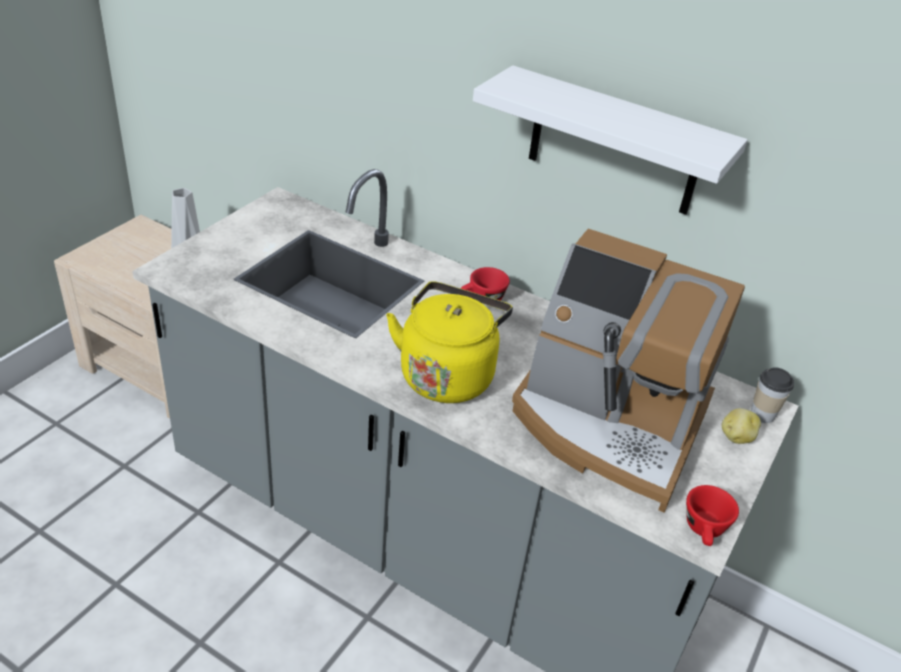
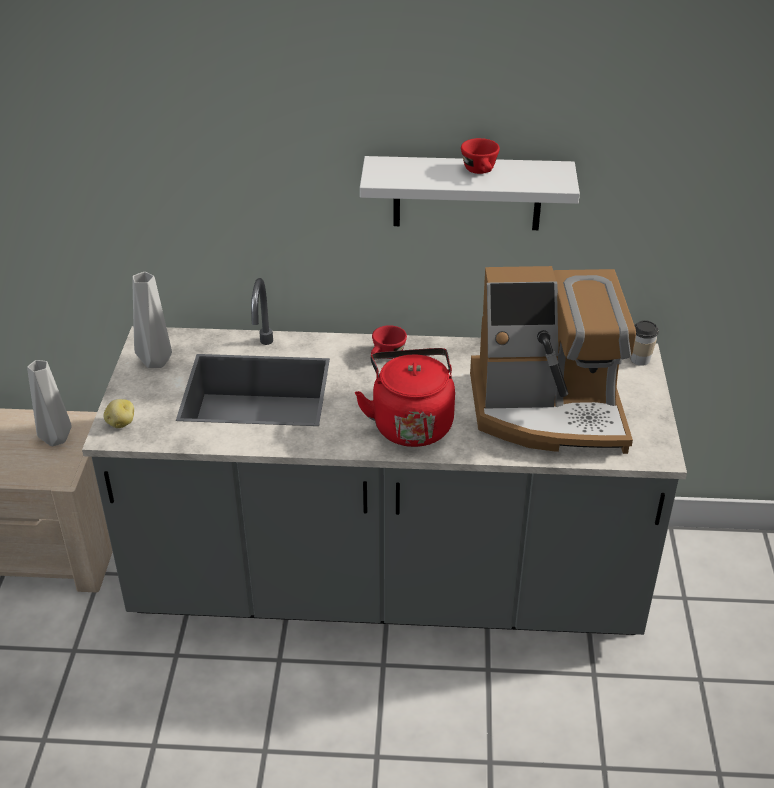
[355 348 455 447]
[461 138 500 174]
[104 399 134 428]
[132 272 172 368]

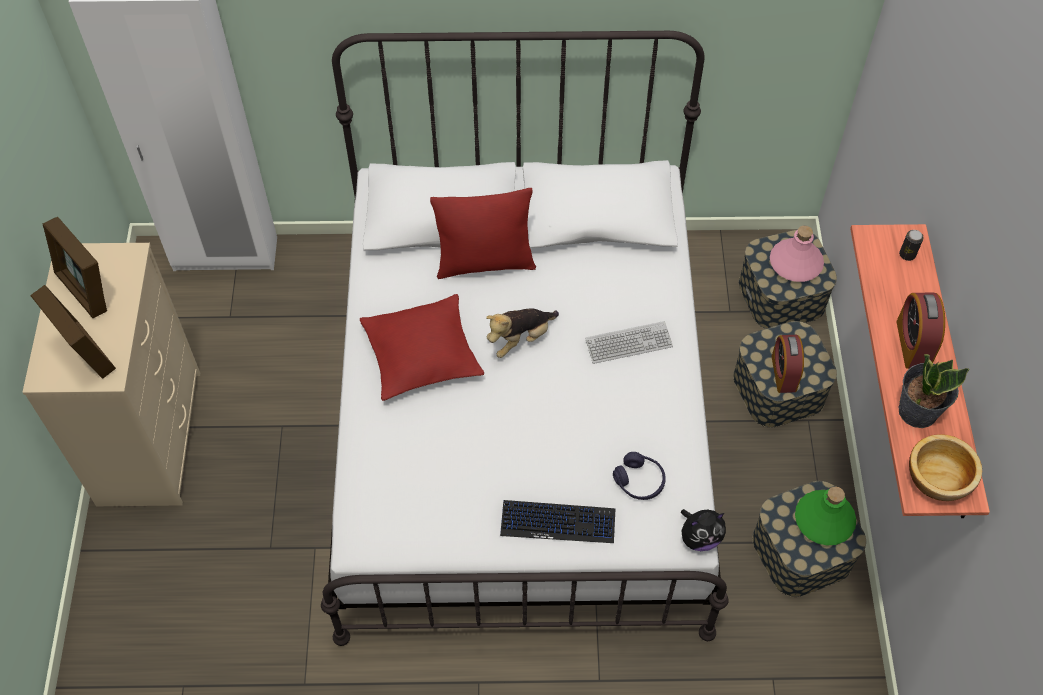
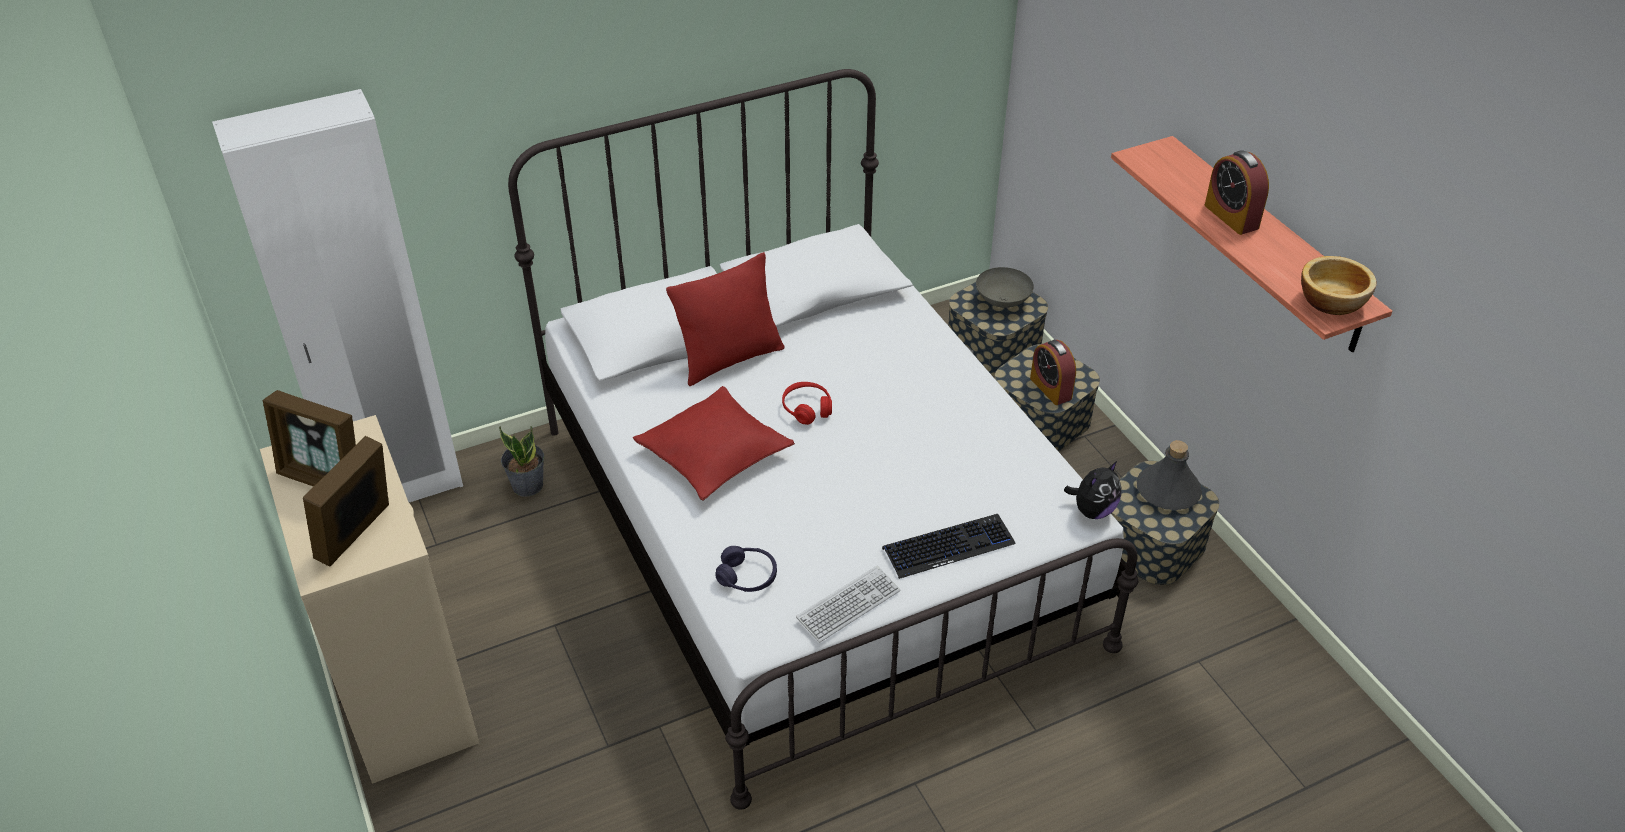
[303 436 389 566]
[782 382 832 425]
[796 566 900 643]
[715 546 777 592]
[976 267 1034 308]
[1136 440 1202 510]
[499 426 544 497]
[899 230 924 261] (first image)

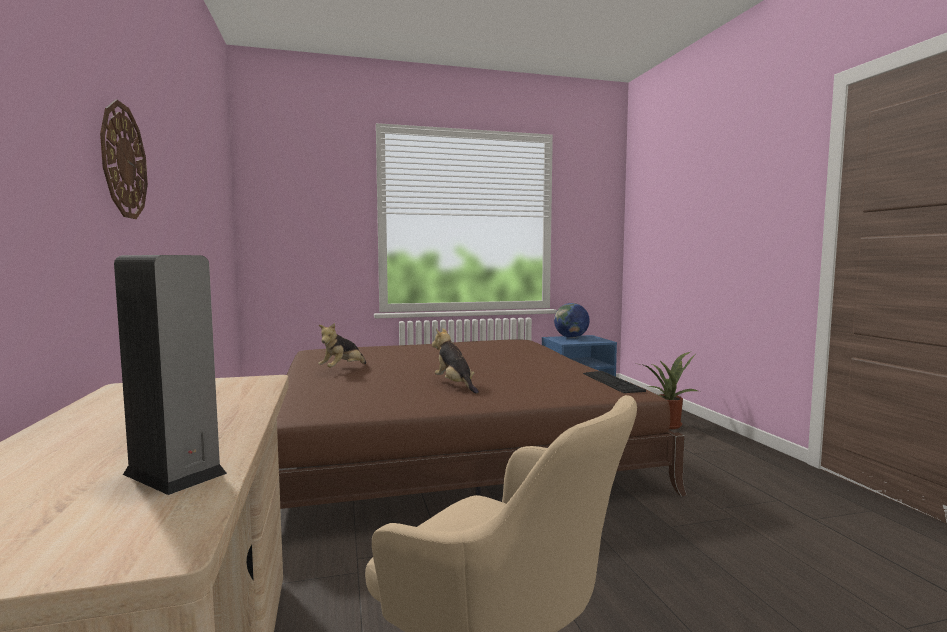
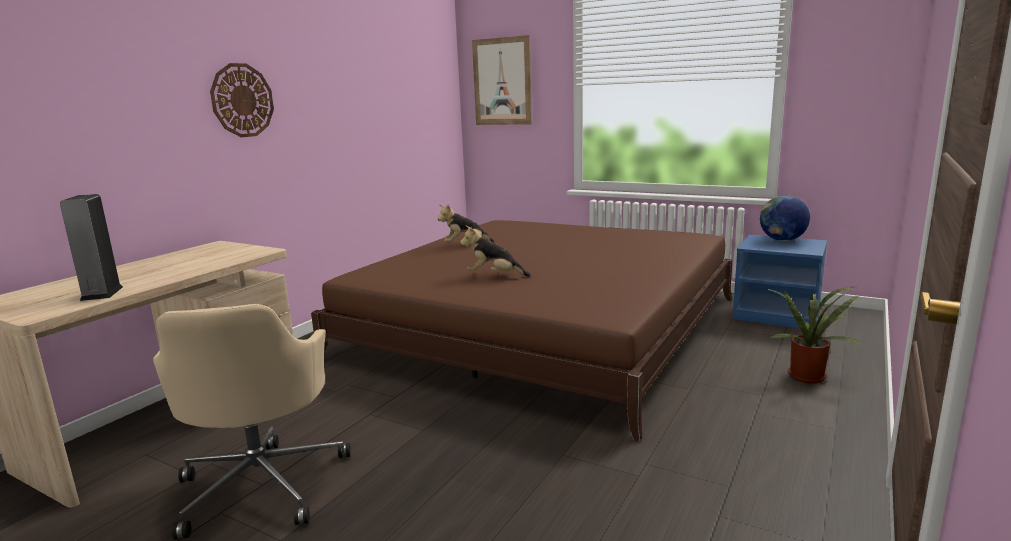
[460 226 531 277]
[583 371 646 393] (first image)
[472 35 532 125]

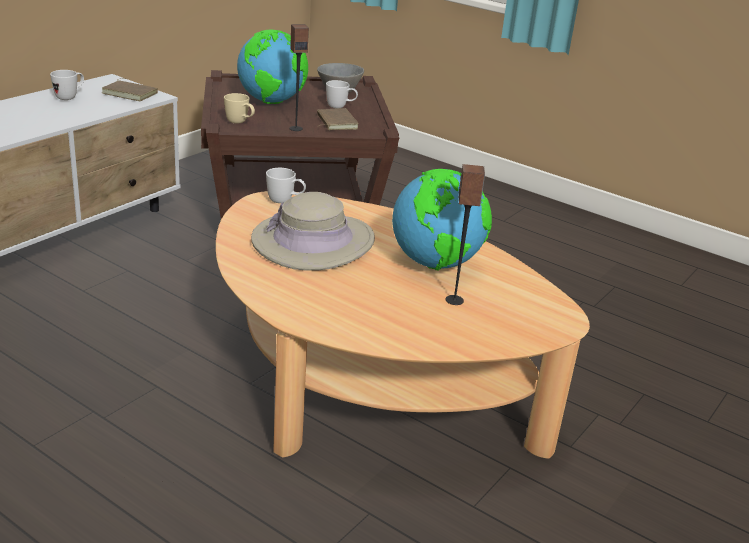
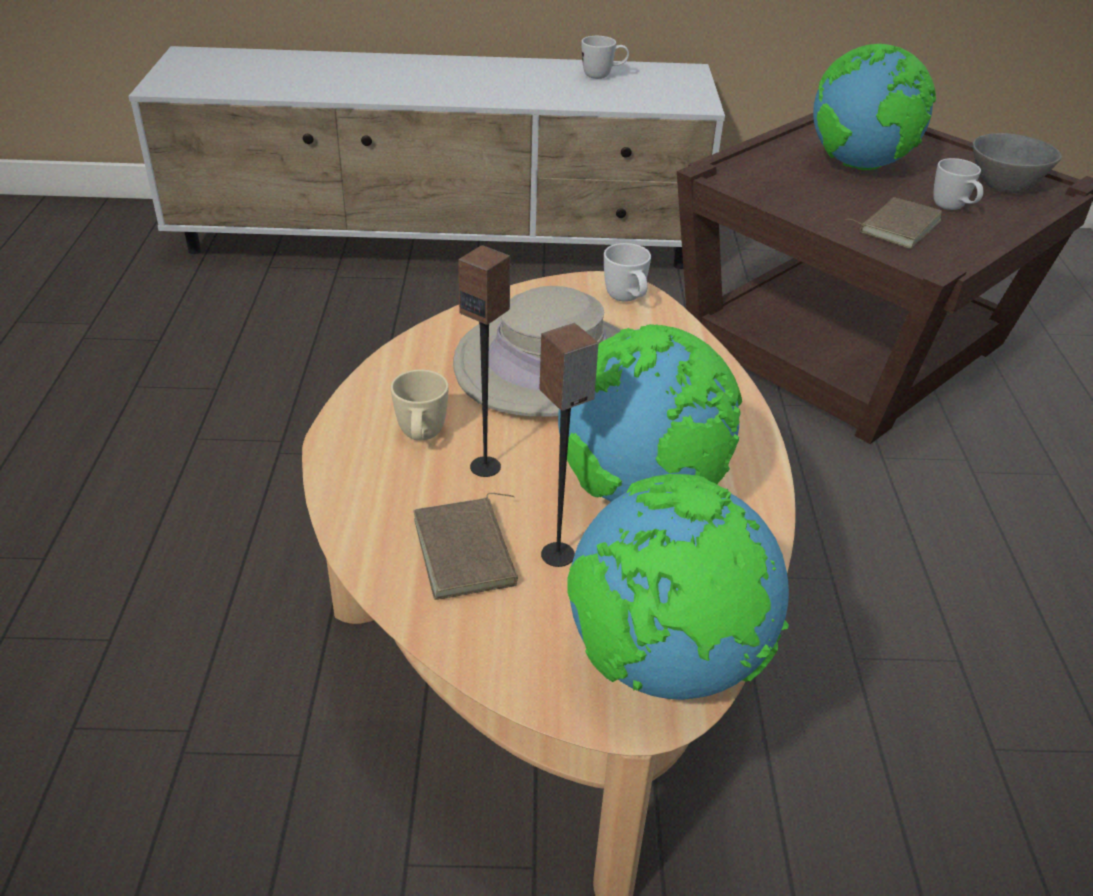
[413 493 518 600]
[391 369 449 440]
[458 245 510 477]
[567 474 789 700]

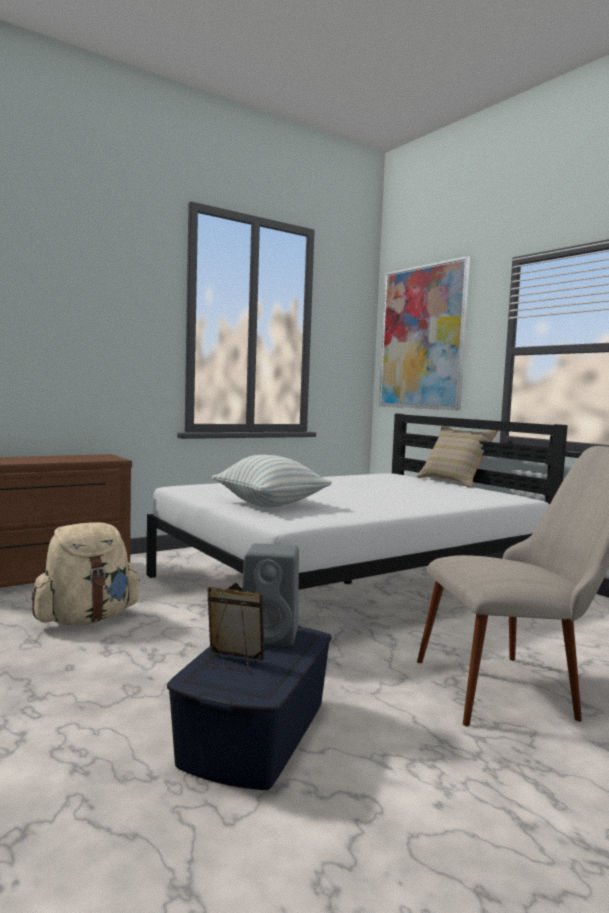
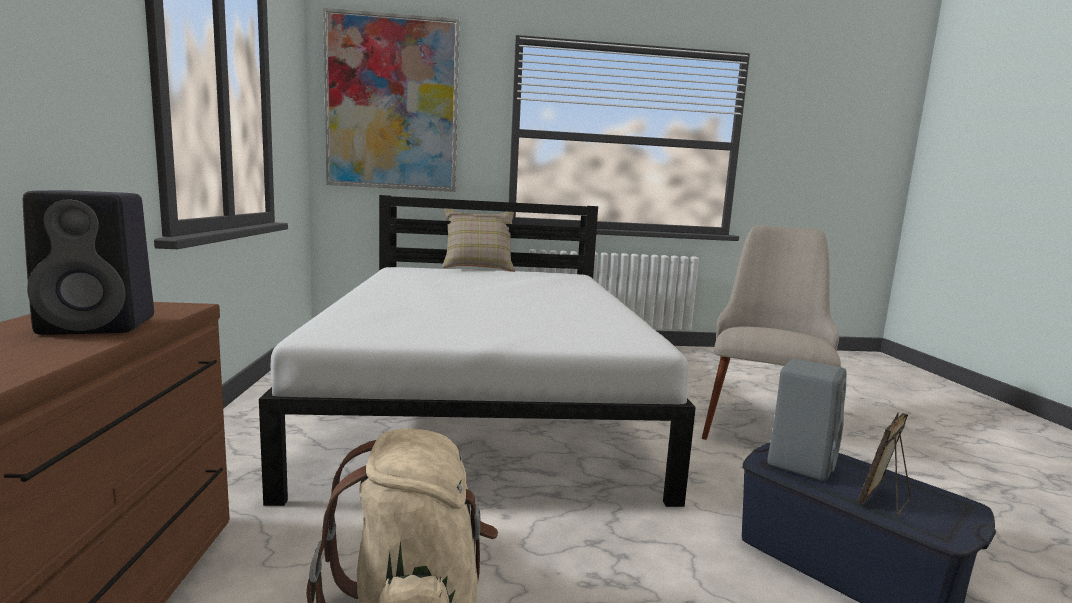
[212 455 332 507] (first image)
[23 190 154 335]

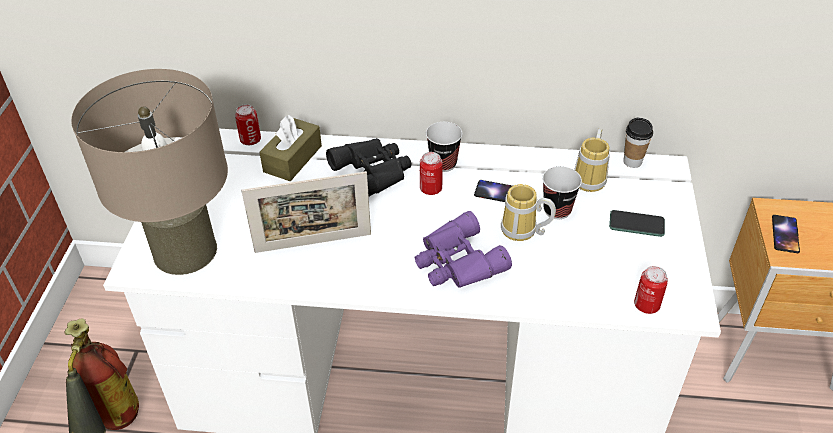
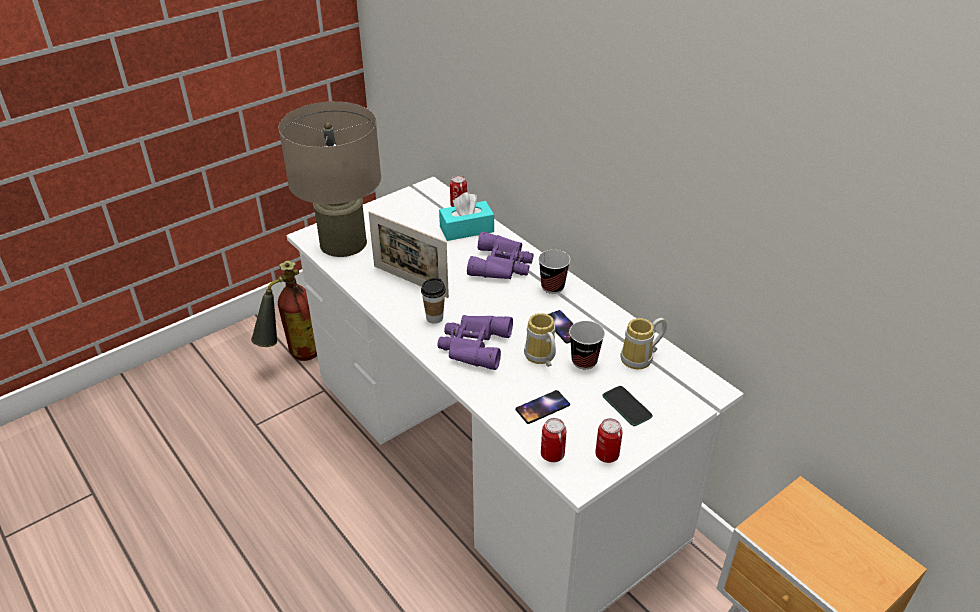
[439 192 494 241]
[467 231 534 279]
[595 418 623 463]
[421 278 446 324]
[515 390 570 424]

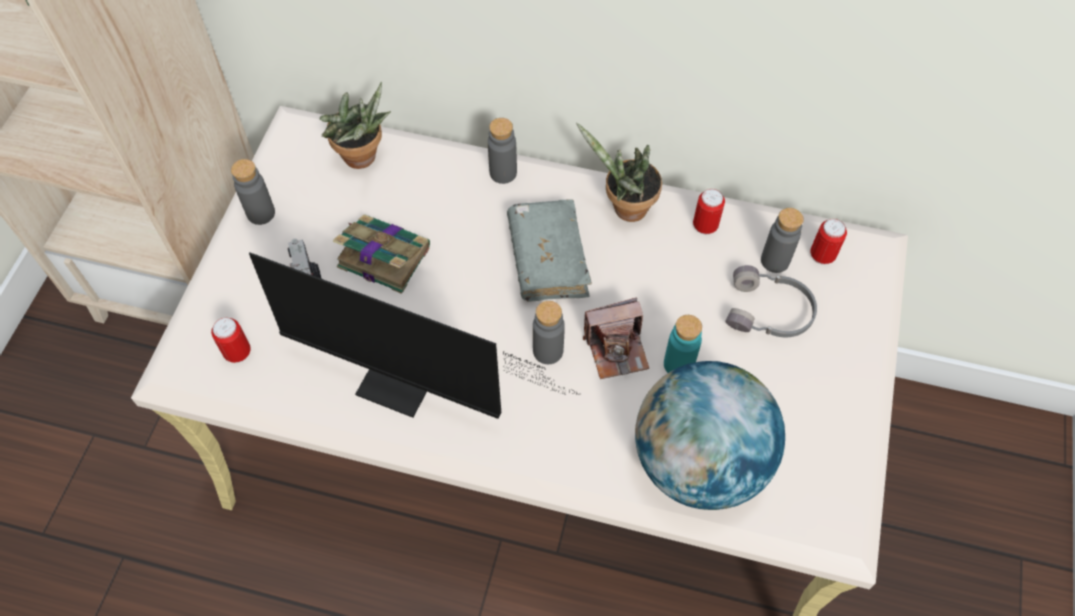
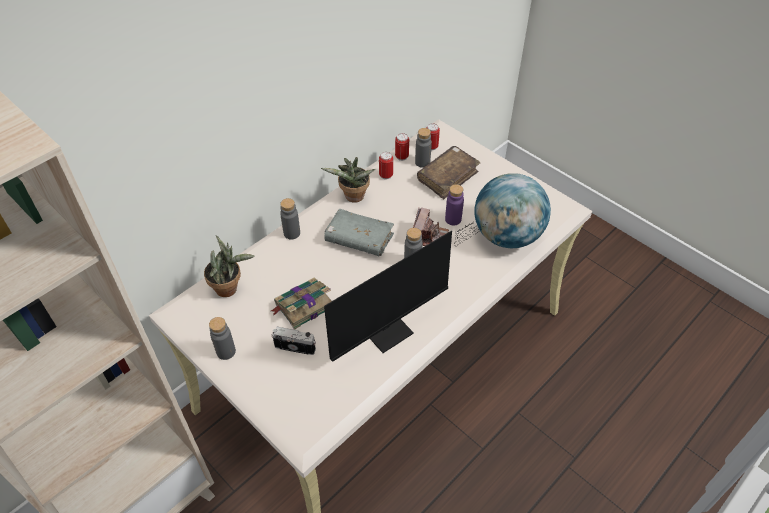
[395 133 409 161]
[445 184 464 225]
[417 146 480 199]

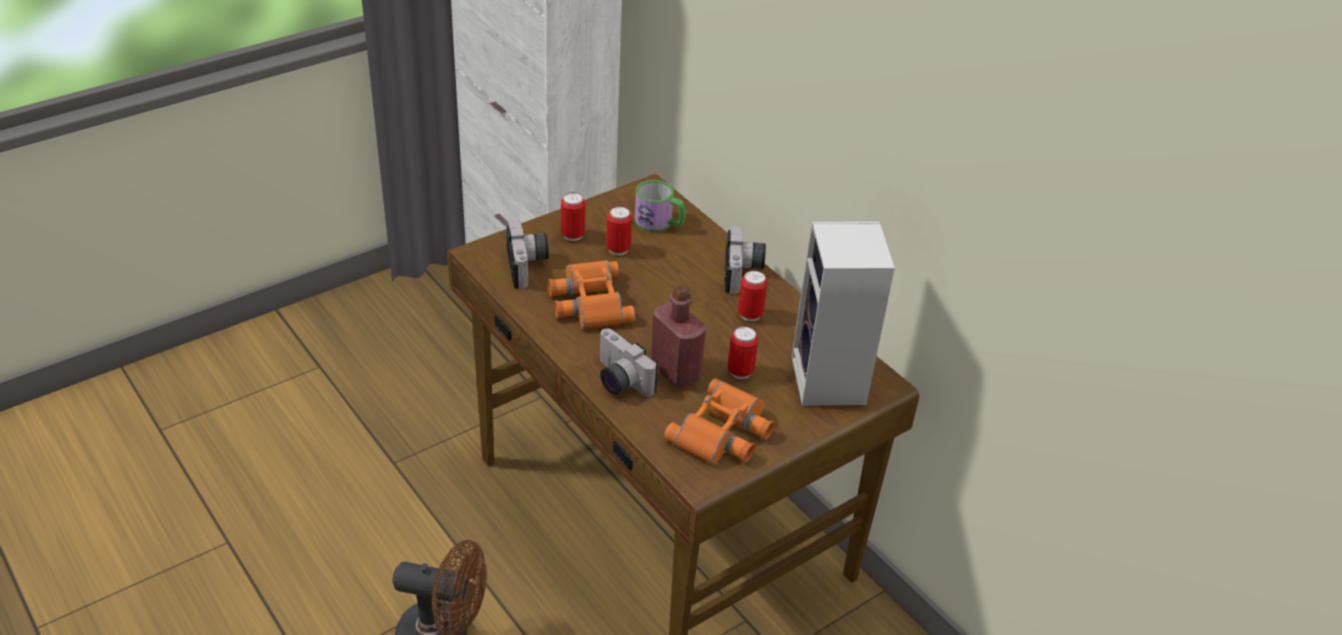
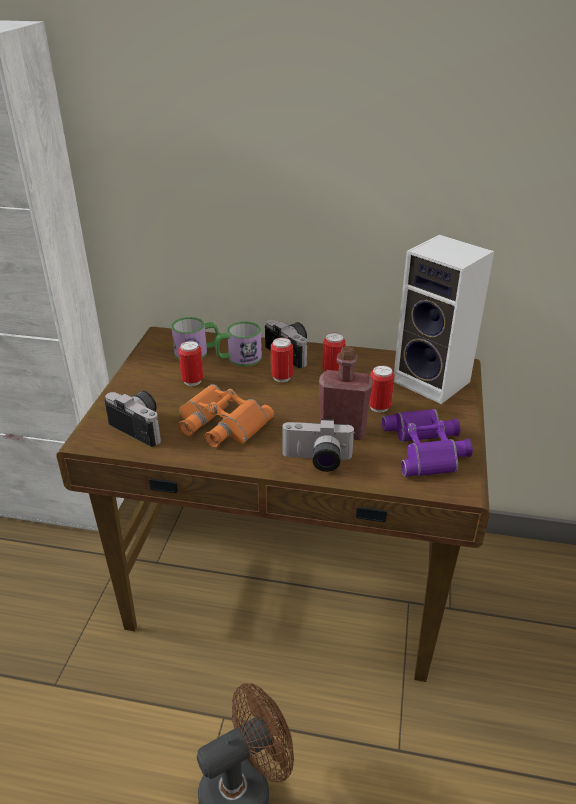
[271 337 293 382]
[382 409 473 477]
[215 321 262 366]

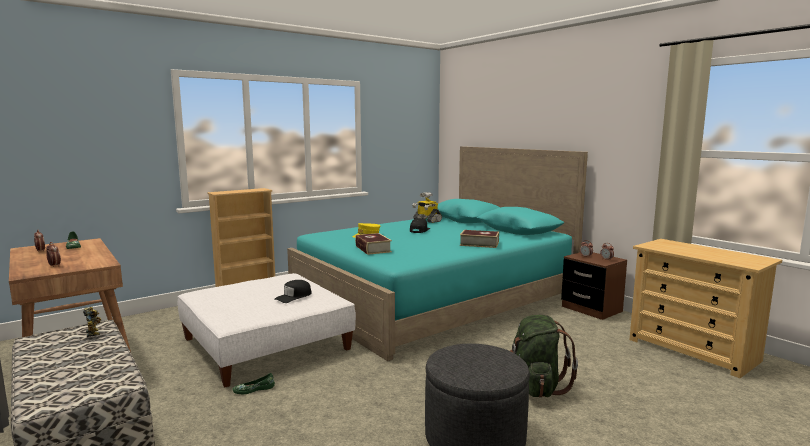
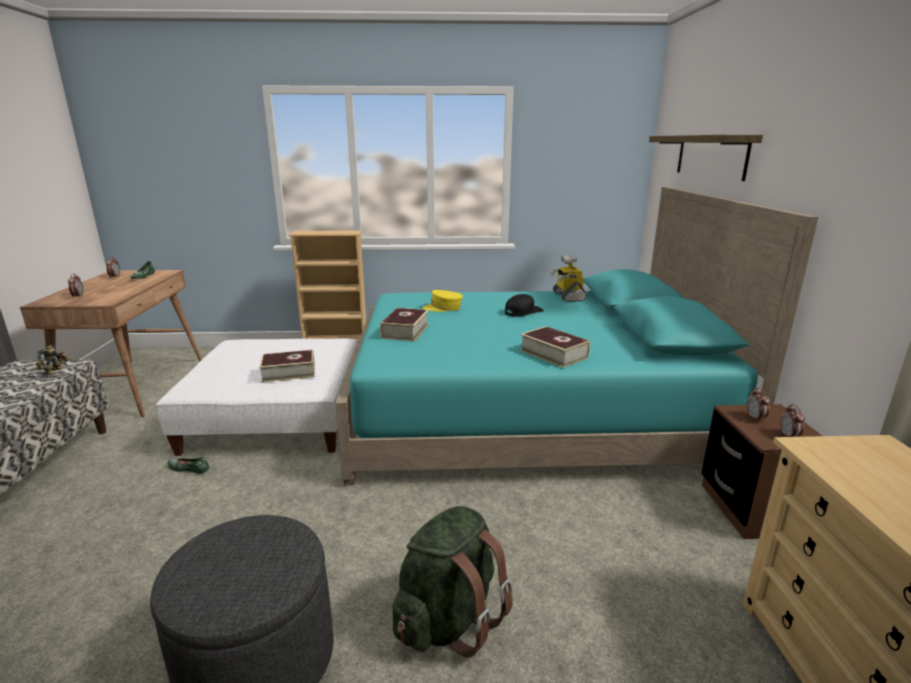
[259 350 315 382]
[649 135 763 181]

